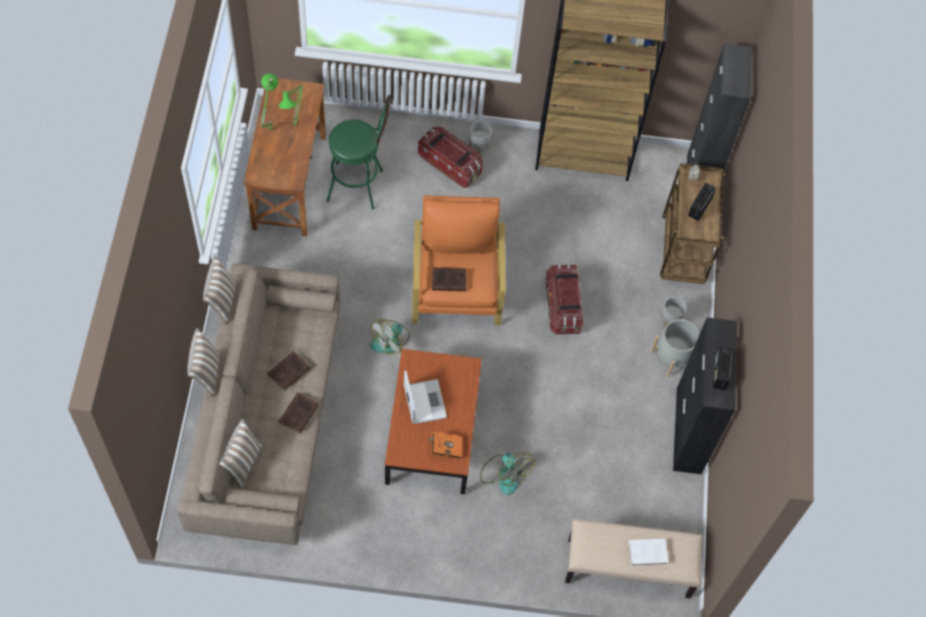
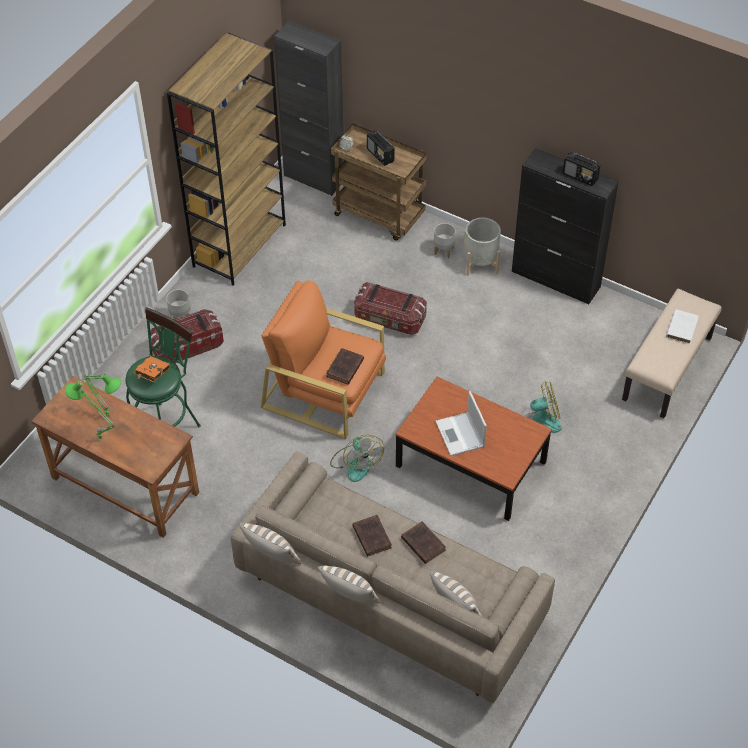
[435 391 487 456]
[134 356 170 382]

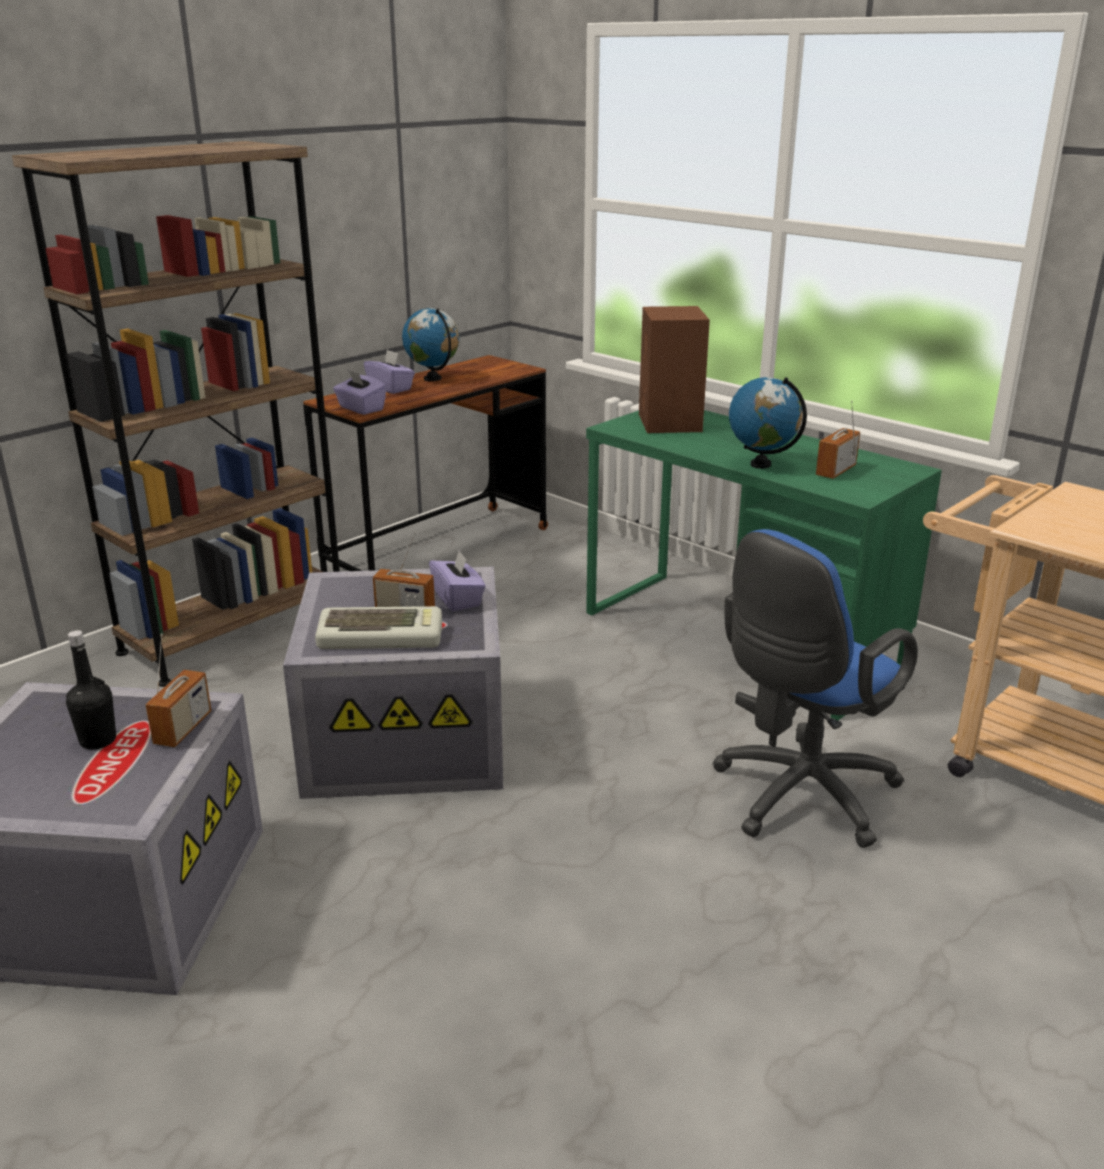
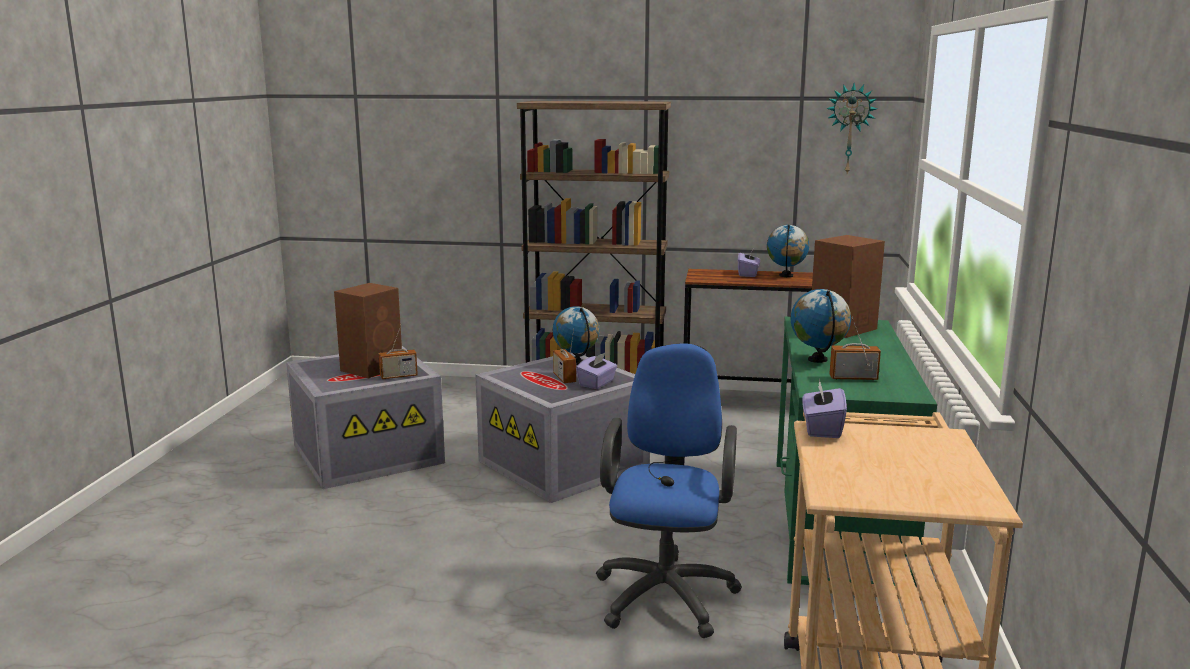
[334 283 402 378]
[315 606 442 649] (first image)
[802 379 847 438]
[596 343 742 638]
[553 306 599 365]
[826 83 877 173]

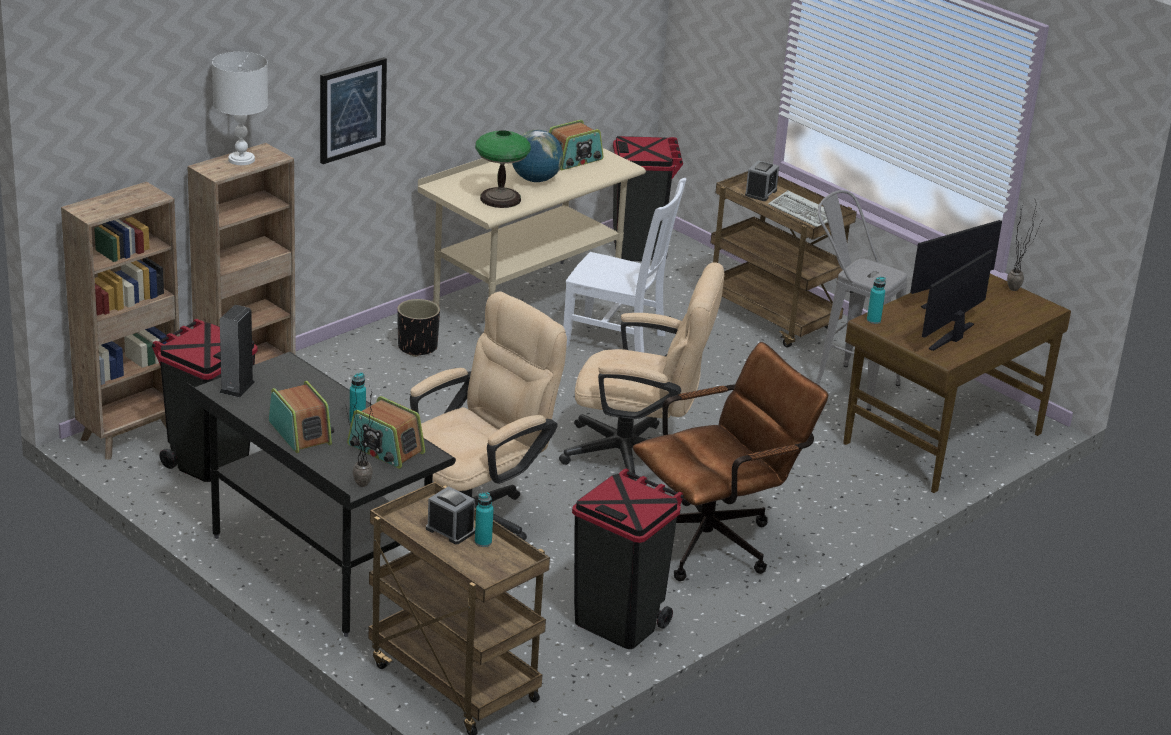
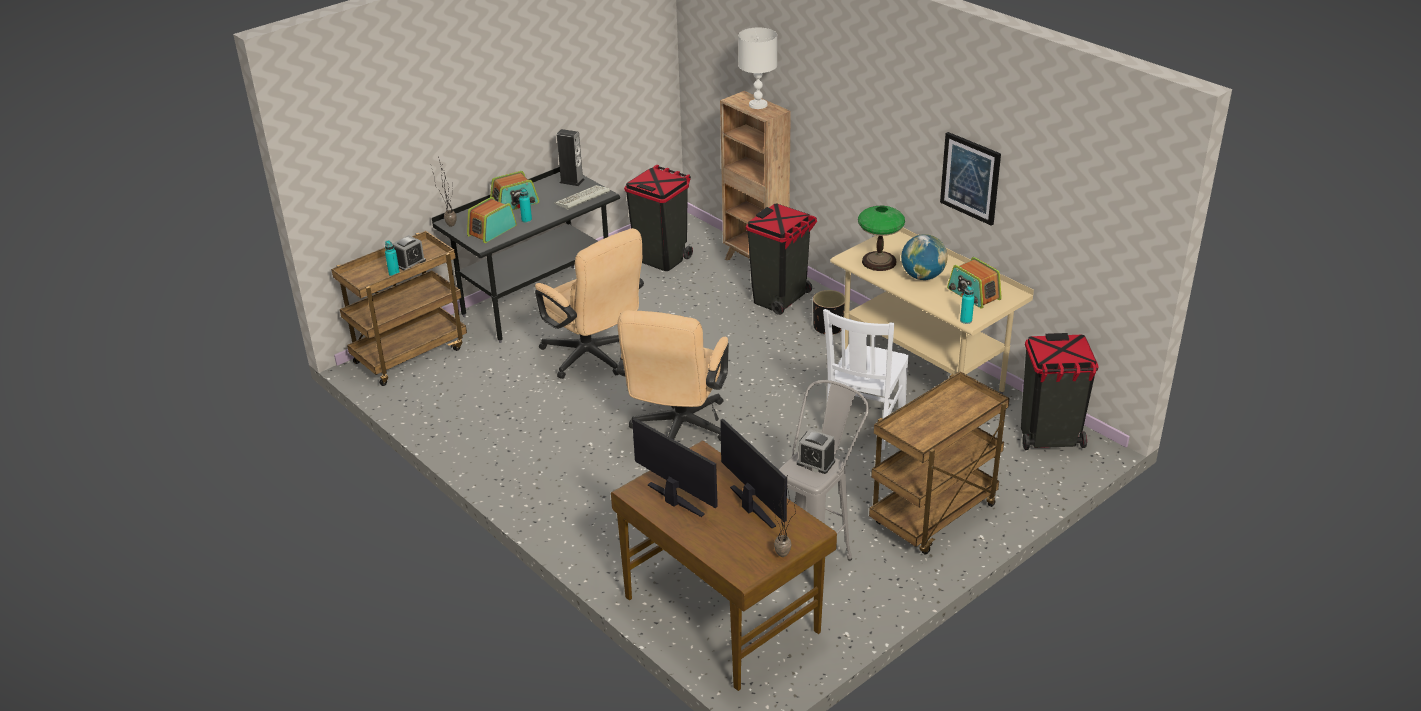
[61 182 180 460] (first image)
[940 132 1001 226]
[746 204 817 315]
[633 342 828 582] (first image)
[797 429 835 474]
[555 185 610 210]
[960 286 974 324]

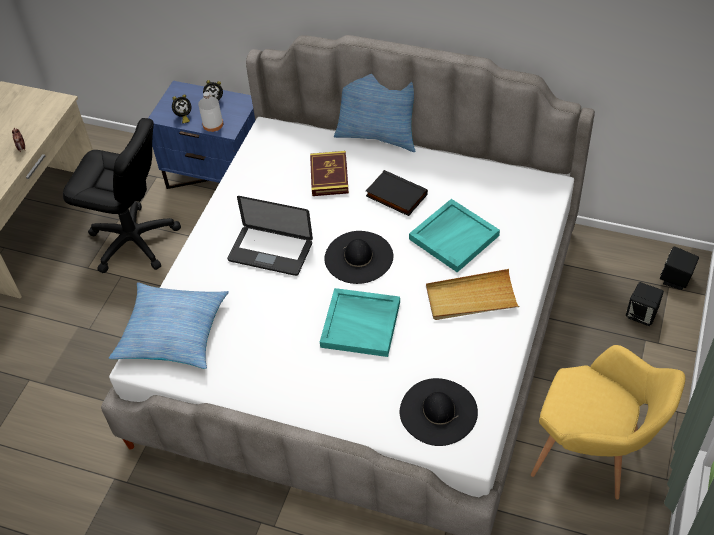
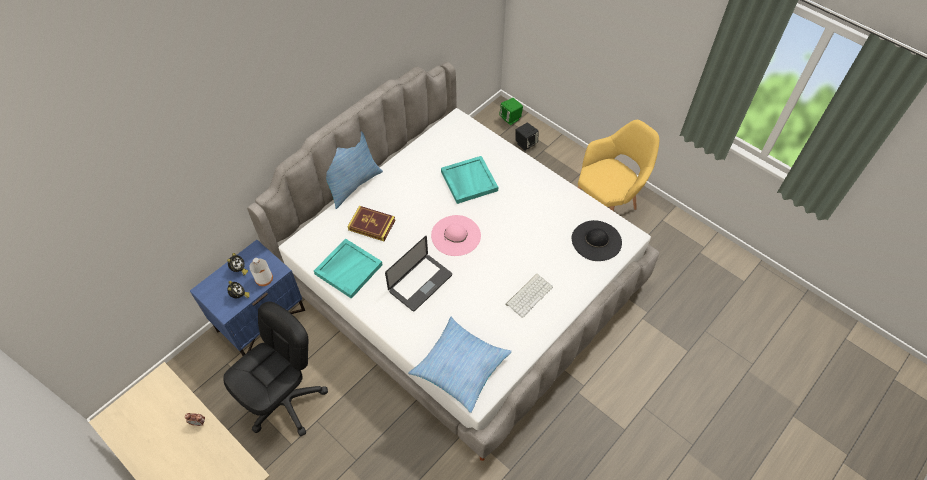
[314 238 383 299]
[431 215 481 256]
[366 170 428 216] (first image)
[426 269 520 320] (first image)
[499 98 523 125]
[505 274 553 318]

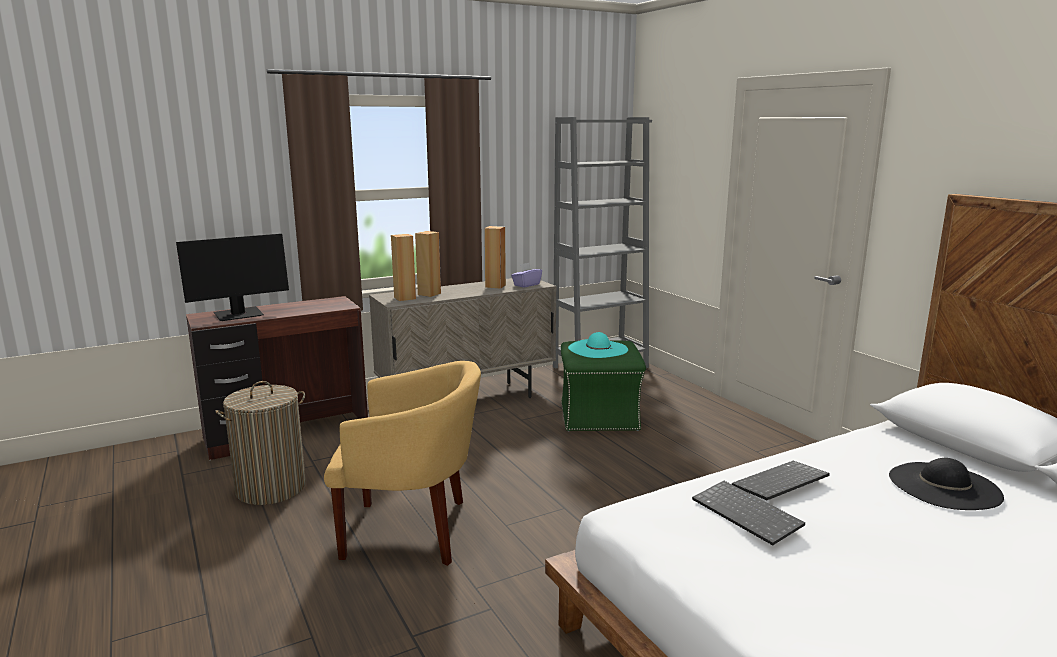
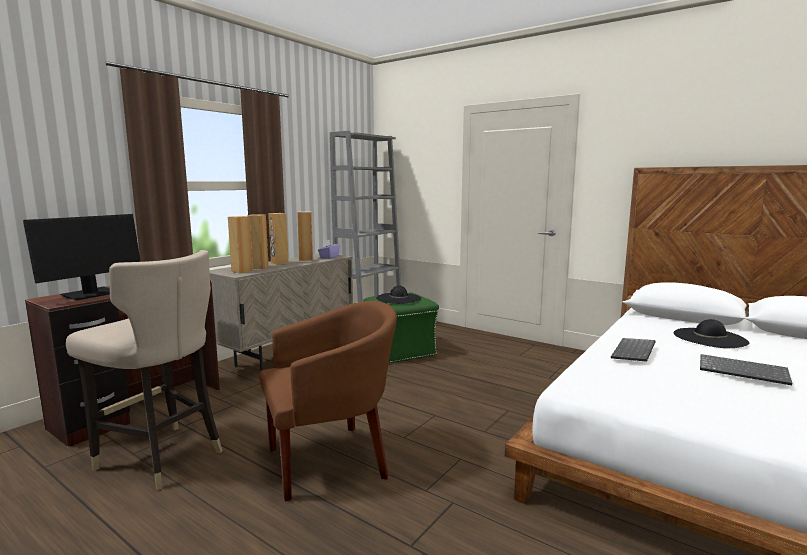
[66 250 223 490]
[259 301 397 502]
[376 285 421 304]
[700 354 792 385]
[268 213 289 265]

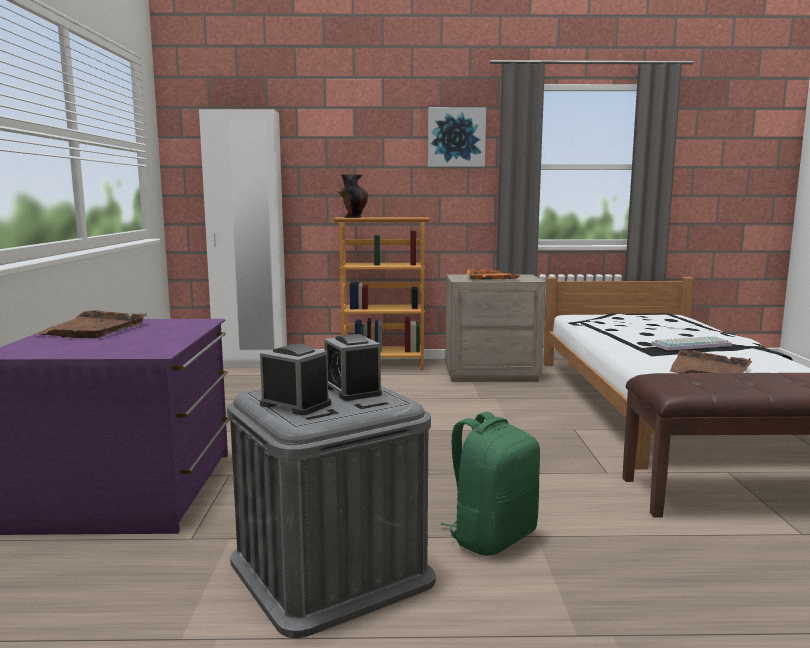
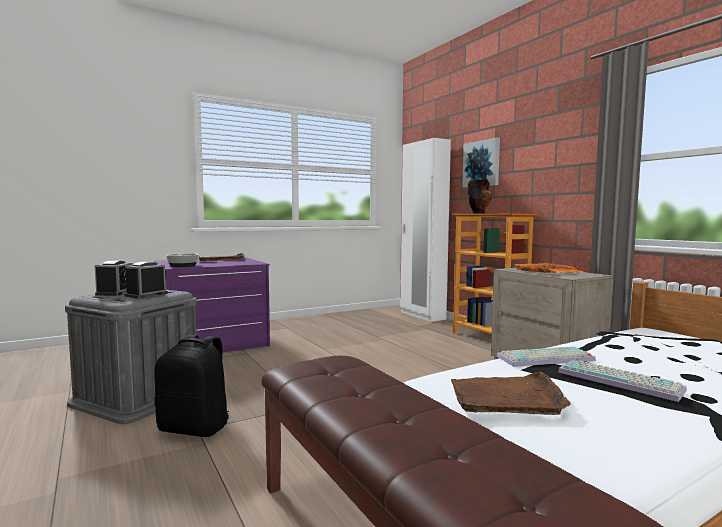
[462 137 500 188]
[154 335 229 437]
[166 253 199 267]
[497 346 596 367]

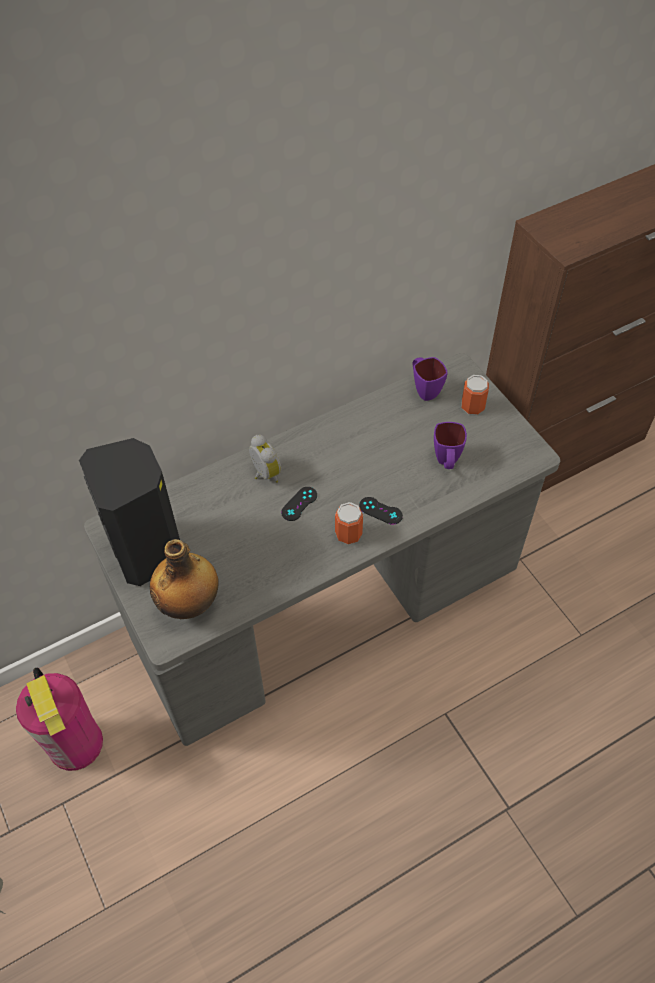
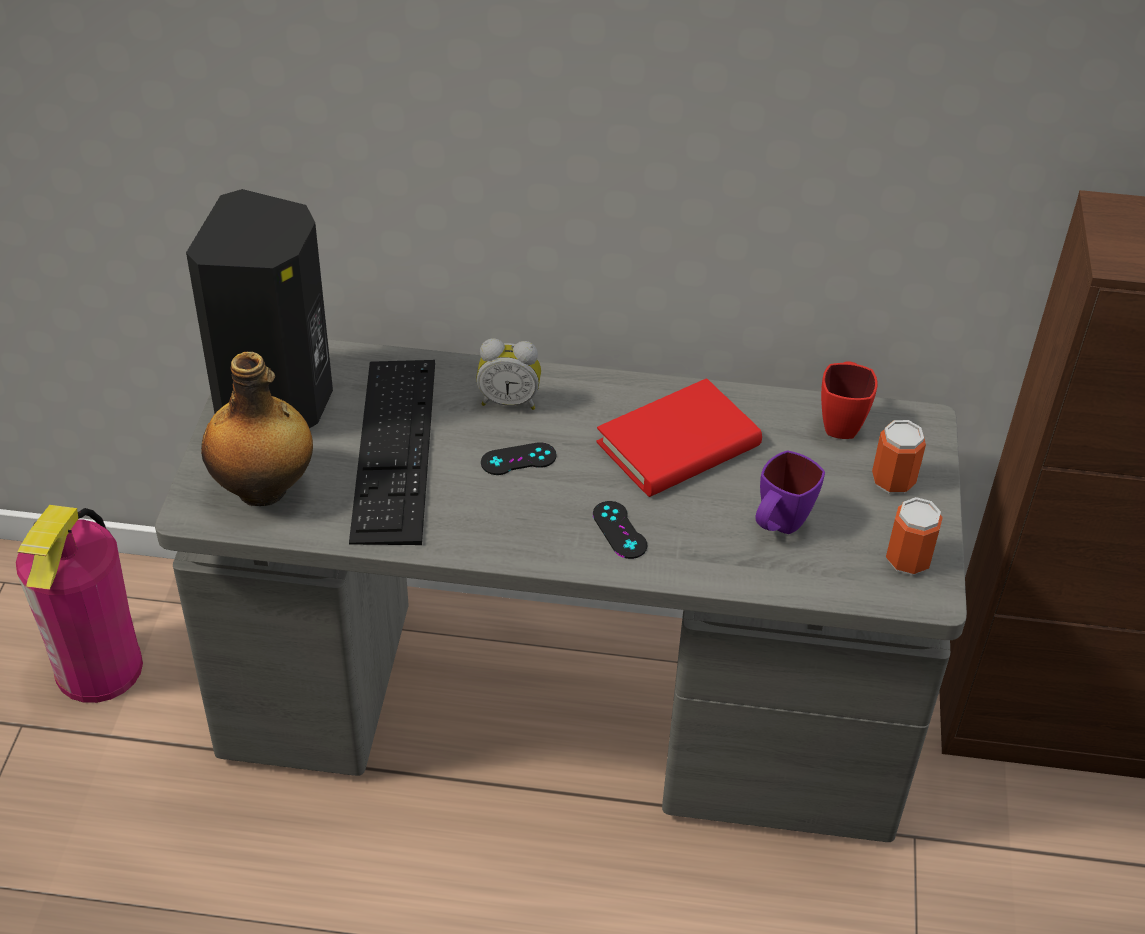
[476 338 541 410]
[886 497 943 575]
[821 361 878 439]
[349 360 435 545]
[596 378 762 497]

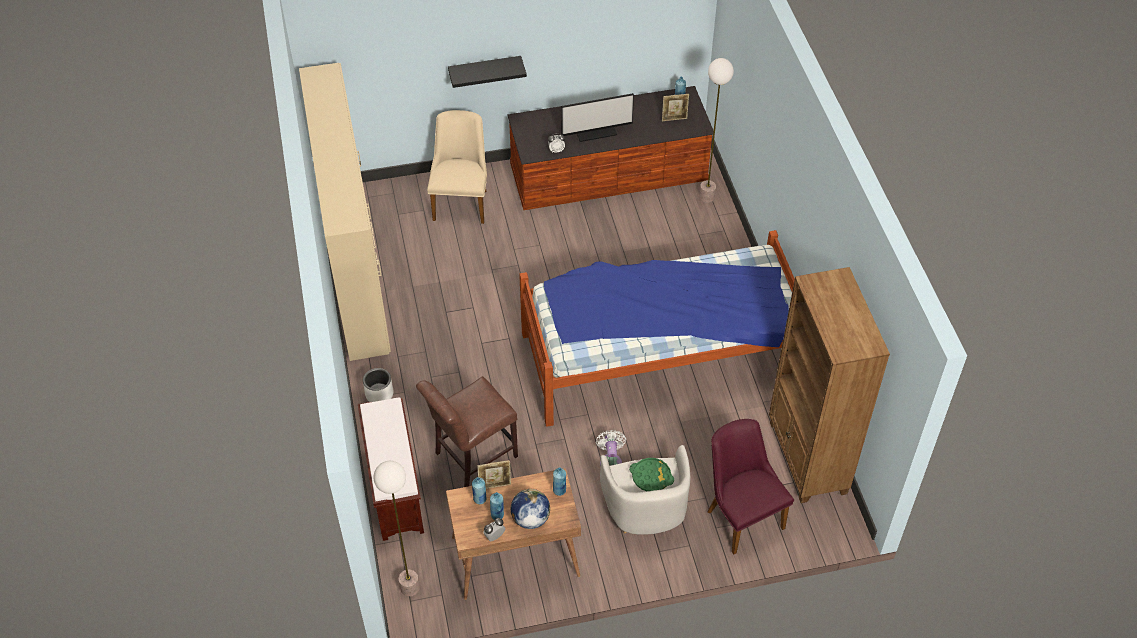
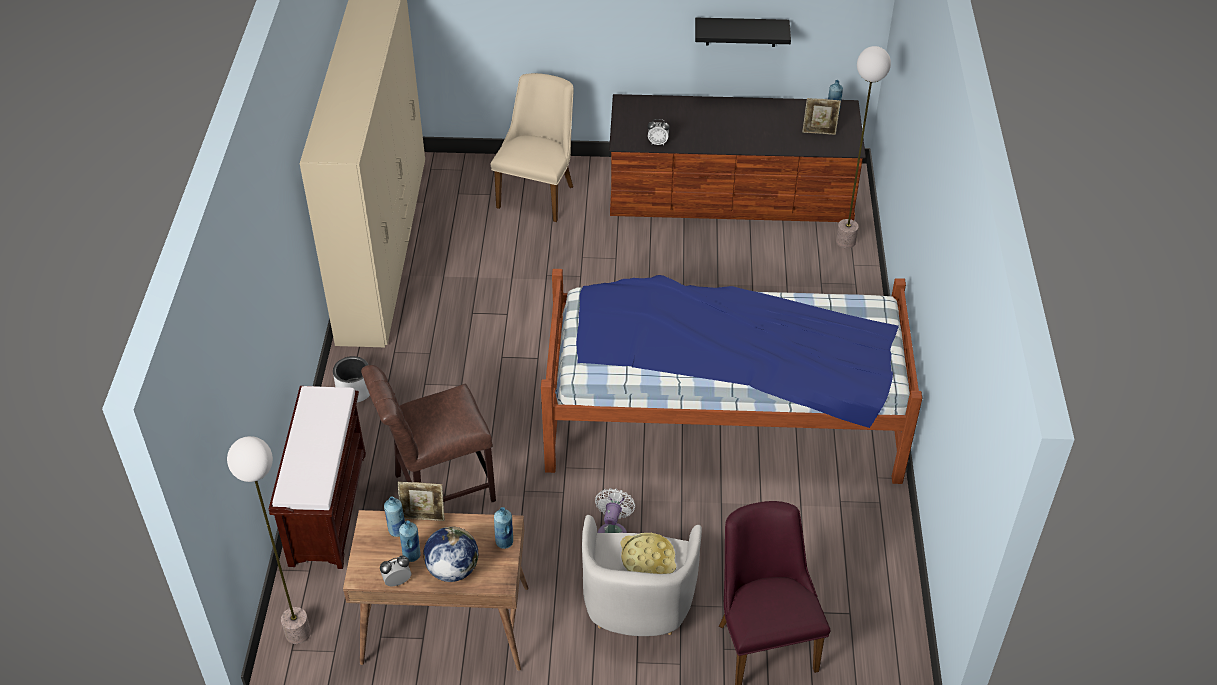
[695 18 791 47]
[561 93 634 142] (first image)
[620 533 676 574]
[769 267 890 503] (first image)

